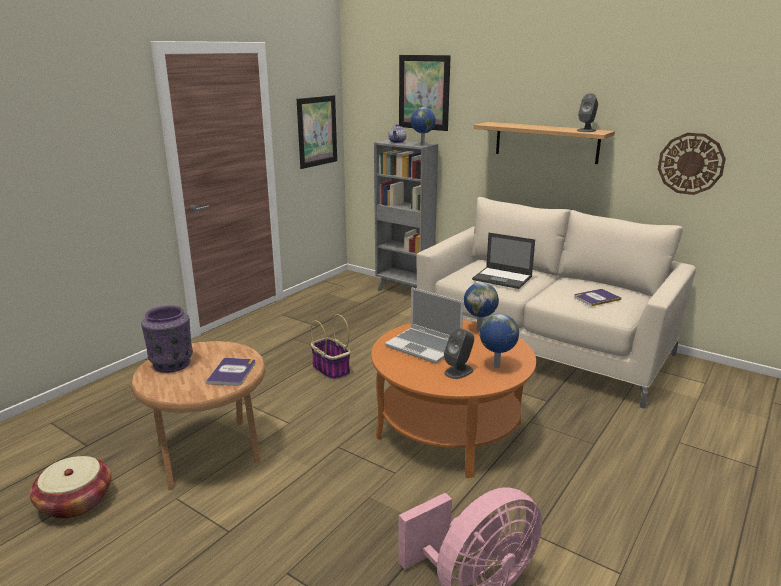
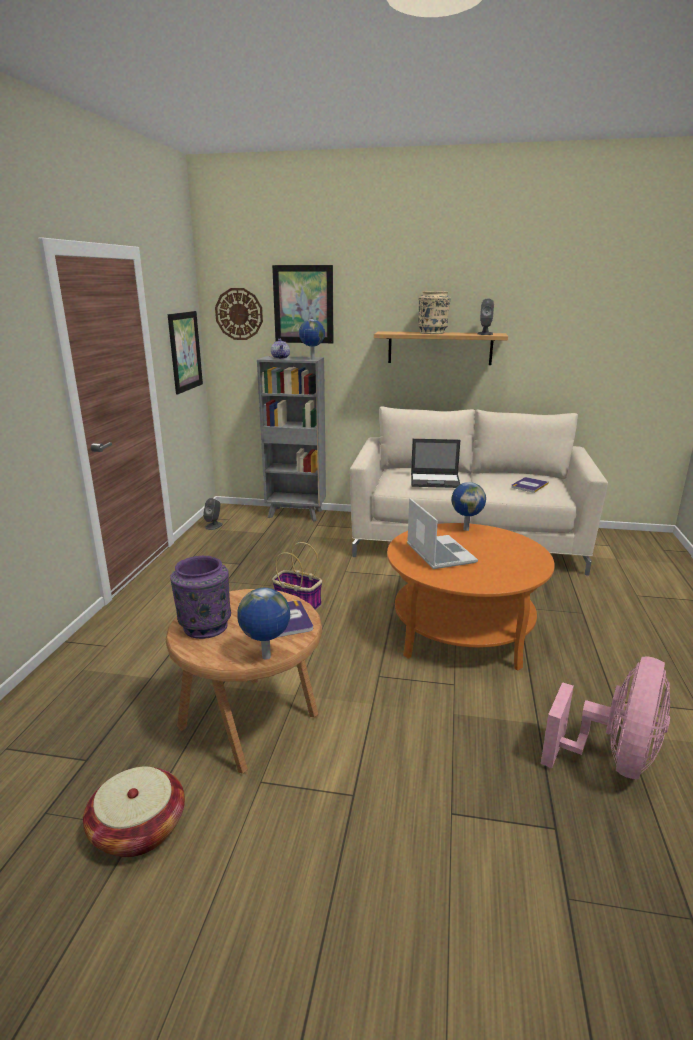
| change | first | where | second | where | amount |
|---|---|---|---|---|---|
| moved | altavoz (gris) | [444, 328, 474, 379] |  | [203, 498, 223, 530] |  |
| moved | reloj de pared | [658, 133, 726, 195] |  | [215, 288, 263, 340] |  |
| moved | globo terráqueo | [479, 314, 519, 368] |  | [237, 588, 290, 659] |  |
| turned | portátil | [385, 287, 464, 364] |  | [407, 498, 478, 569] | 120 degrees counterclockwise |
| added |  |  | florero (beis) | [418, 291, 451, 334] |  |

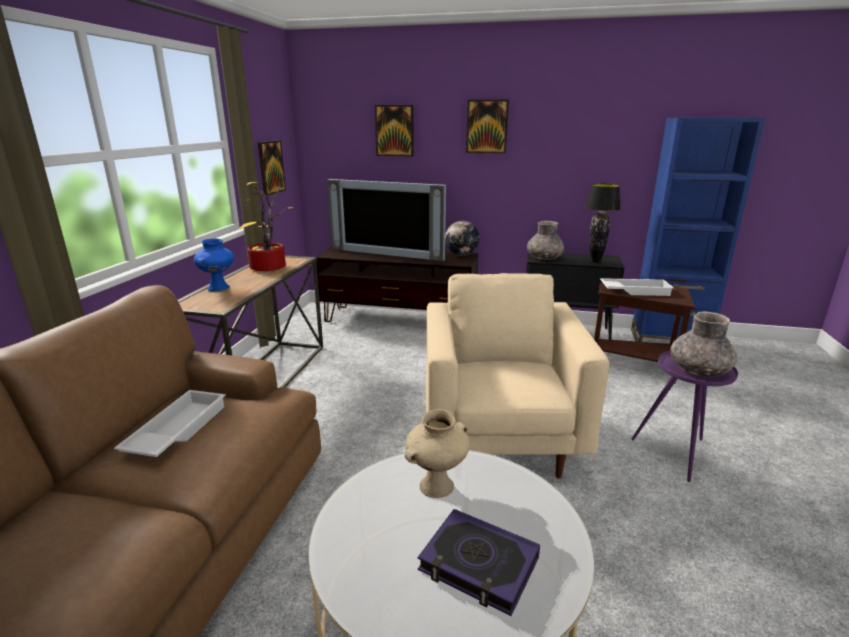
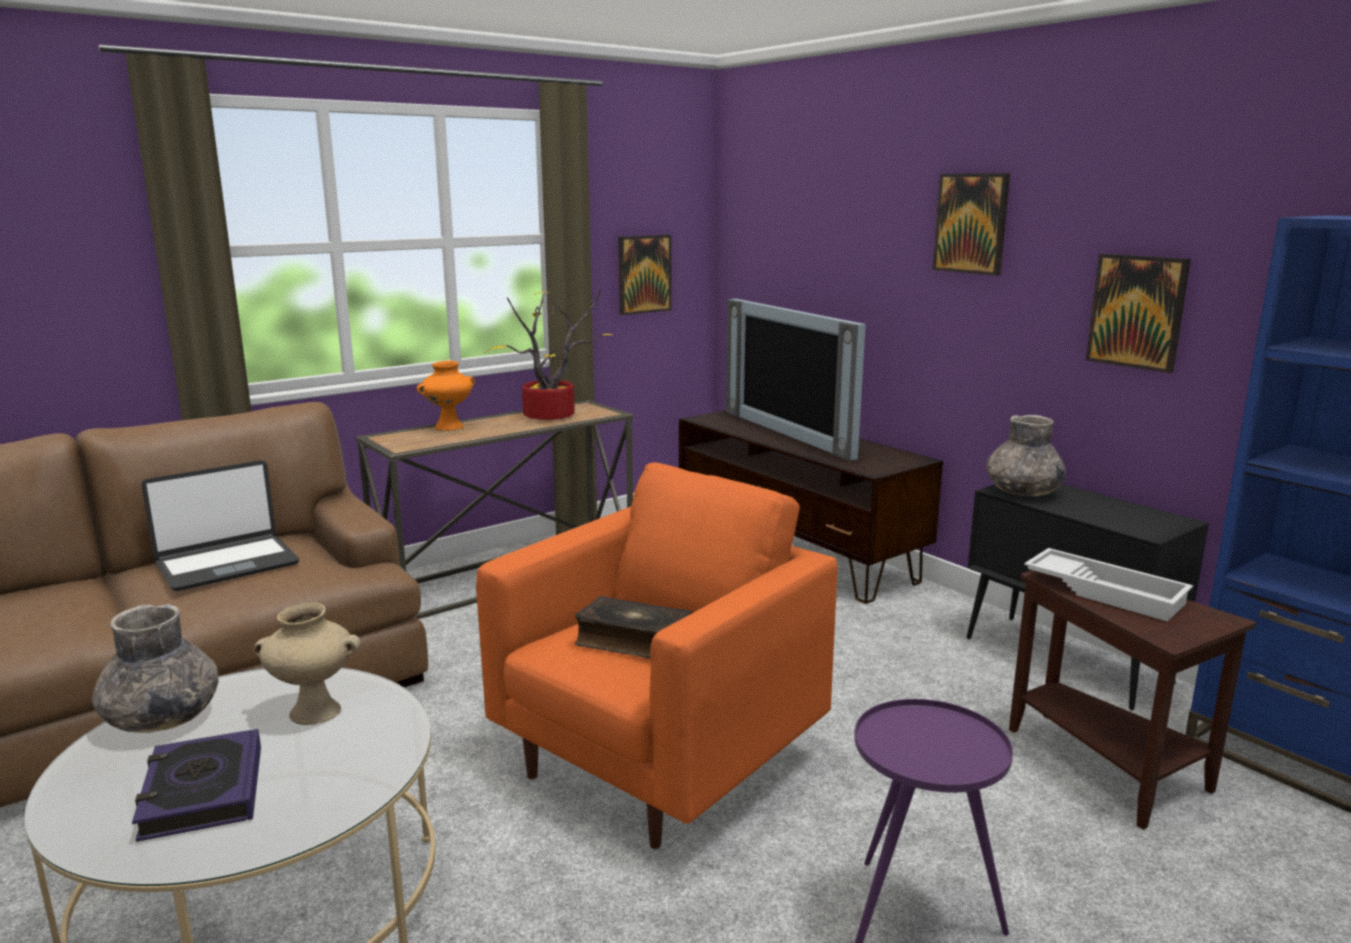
| change | first | where | second | where | amount |
|---|---|---|---|---|---|
| moved | florero (gris) | [670, 311, 737, 377] |  | [92, 604, 219, 733] |  |
| replaced | bandeja (blanco) | [114, 390, 226, 457] | portátil | [141, 460, 299, 591] |  |
| recoloured | florero (azul) | [194, 238, 234, 291] | florero (naranja) | [417, 361, 475, 431] |  |
| recoloured | sillón (beis) | [426, 273, 609, 478] | sillón (naranja) | [476, 463, 838, 849] |  |
| added |  |  | libro | [575, 596, 693, 658] |  |
| moved | cuadro | [375, 105, 414, 157] |  | [1086, 253, 1191, 373] |  |
| removed | globo terráqueo | [445, 221, 480, 256] |  |  |  |
| removed | lámpara de mesa (negro) | [584, 183, 621, 263] |  |  |  |

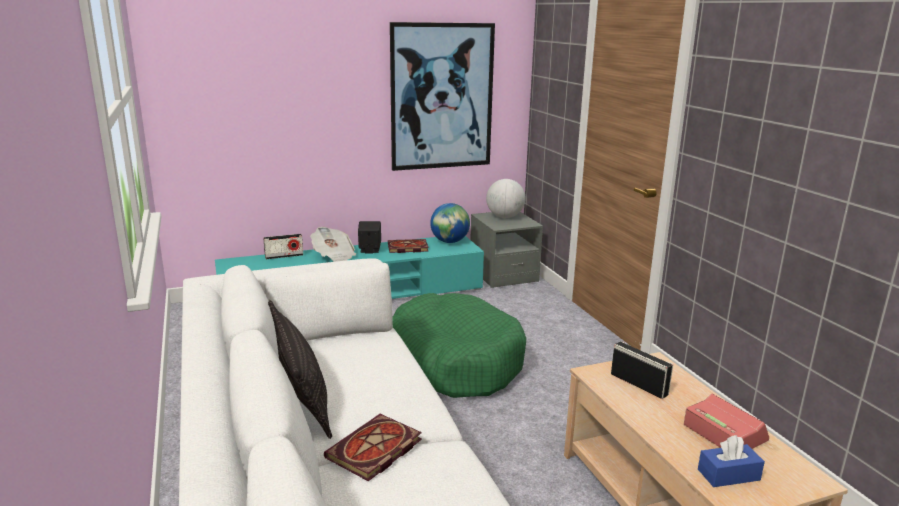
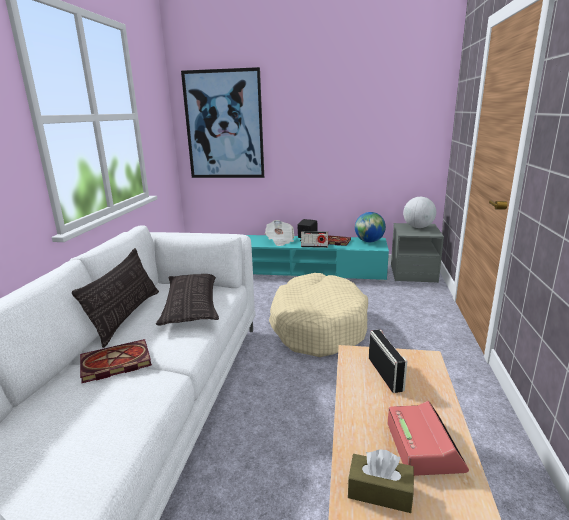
| change | first | where | second | where | amount |
|---|---|---|---|---|---|
| added |  |  | cojín | [156, 274, 219, 325] |  |
| moved | cuadro | [390, 22, 495, 171] |  | [181, 67, 264, 178] |  |
| recoloured | cama para perro (verde) | [392, 293, 526, 398] | cama para perro (beis) | [269, 273, 368, 357] |  |
| moved | radio | [263, 234, 303, 259] |  | [301, 231, 328, 248] |  |
| recoloured | caja de pañuelos (azul) | [698, 435, 765, 487] | caja de pañuelos (marrón) | [348, 449, 414, 513] |  |

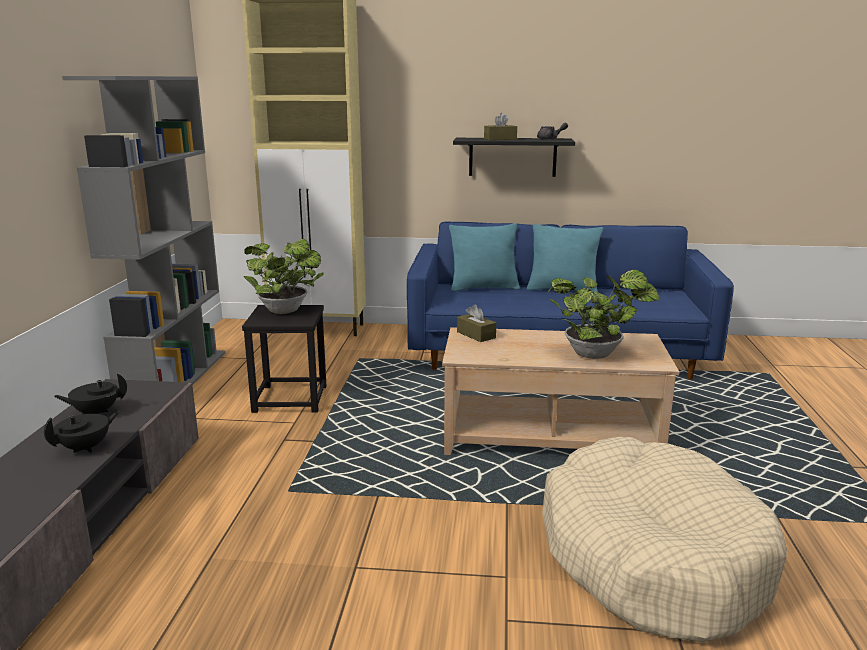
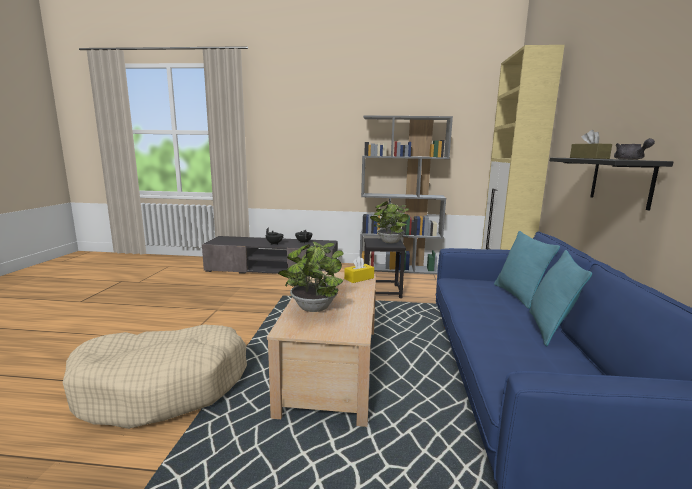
| change | first | where | second | where | amount |
|---|---|---|---|---|---|
| recoloured | caja de pañuelos (marrón) | [457, 304, 496, 342] | caja de pañuelos (amarillo) | [344, 256, 374, 283] |  |

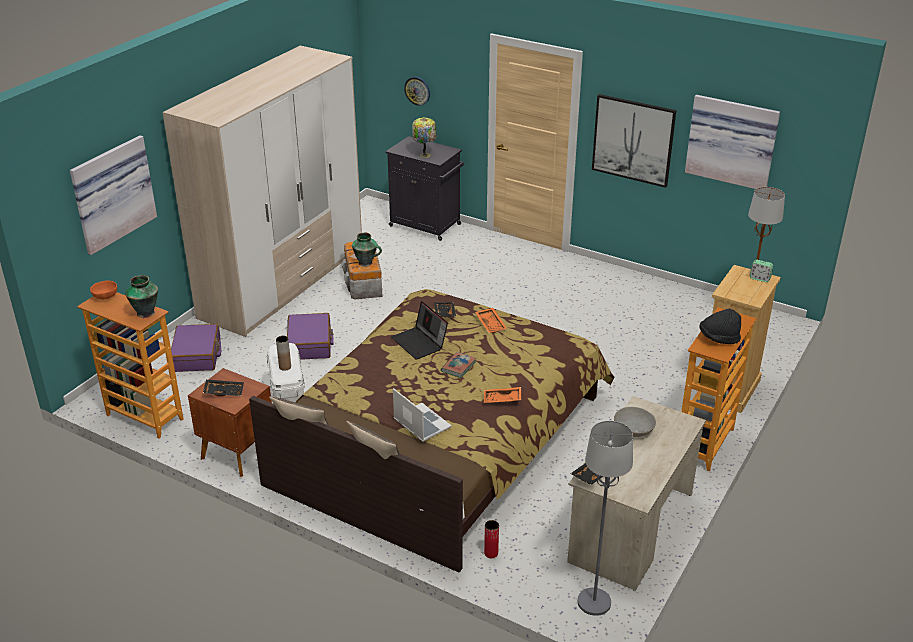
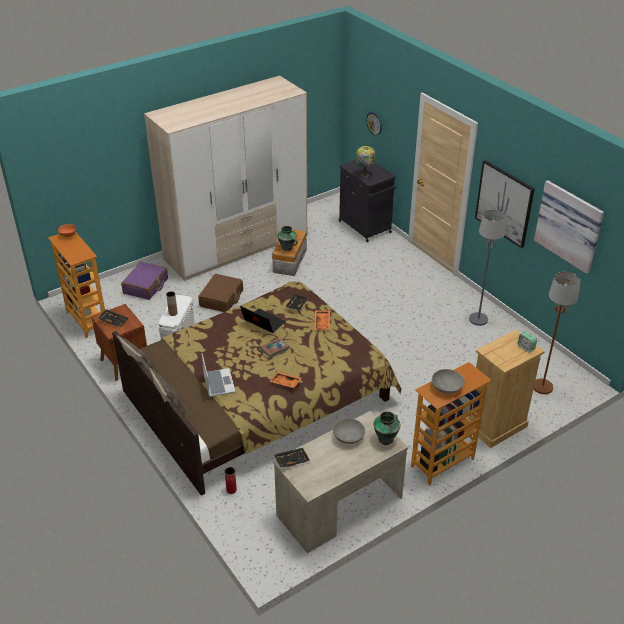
| change | first | where | second | where | amount |
|---|---|---|---|---|---|
| recoloured | maleta (morado) | [287, 313, 334, 360] | maleta (marrón) | [198, 274, 243, 312] |  |
| turned | portátil | [391, 301, 448, 360] |  | [240, 306, 286, 333] | 135 degrees clockwise |
| moved | florero | [125, 275, 158, 318] |  | [374, 411, 401, 445] |  |
| replaced | sombrero (negro) | [699, 309, 741, 344] | cuenco (gris) | [432, 369, 465, 394] |  |
| moved | lámpara de pie (gris) | [578, 421, 633, 616] |  | [469, 209, 506, 326] |  |
| removed | cuadro | [70, 135, 157, 255] |  |  |  |

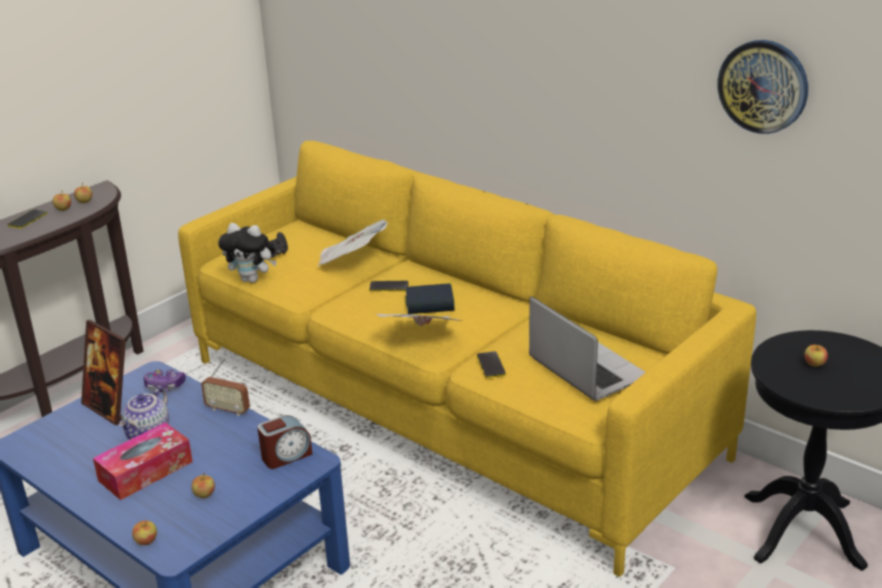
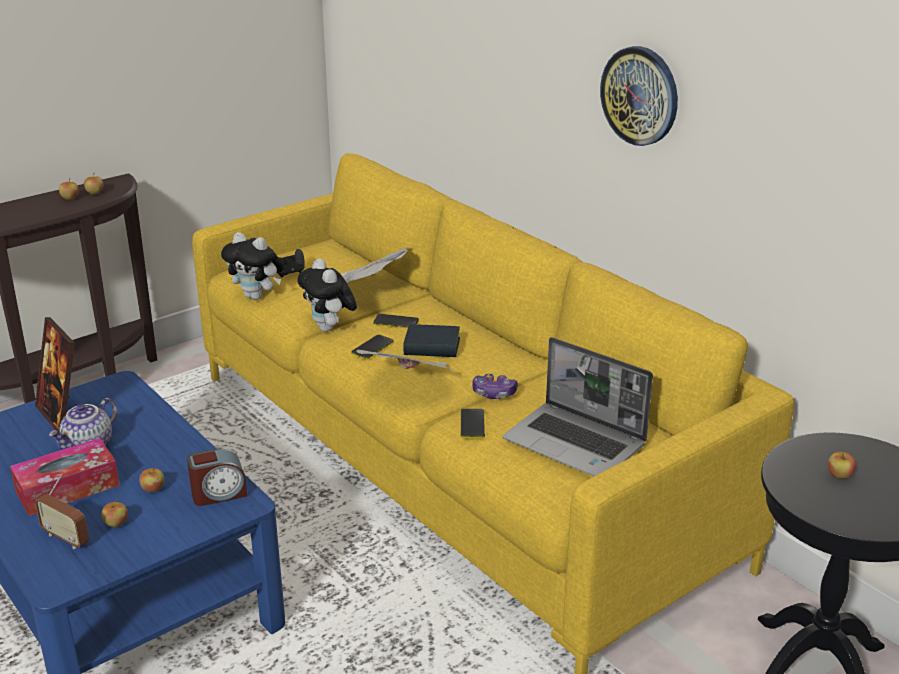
| change | first | where | second | where | amount |
|---|---|---|---|---|---|
| moved | radio | [201, 358, 250, 416] |  | [35, 475, 89, 549] |  |
| moved | manzana | [132, 520, 157, 545] |  | [139, 467, 164, 492] |  |
| added |  |  | peluche | [297, 258, 357, 332] |  |
| moved | móvil | [8, 209, 48, 229] |  | [351, 335, 394, 359] |  |
| moved | mando de consola | [143, 370, 186, 392] |  | [472, 373, 518, 399] |  |
| turned | portátil | [529, 296, 646, 401] |  | [503, 337, 653, 476] | 150 degrees clockwise |
| moved | reloj de pared | [718, 40, 808, 134] |  | [600, 46, 678, 146] |  |

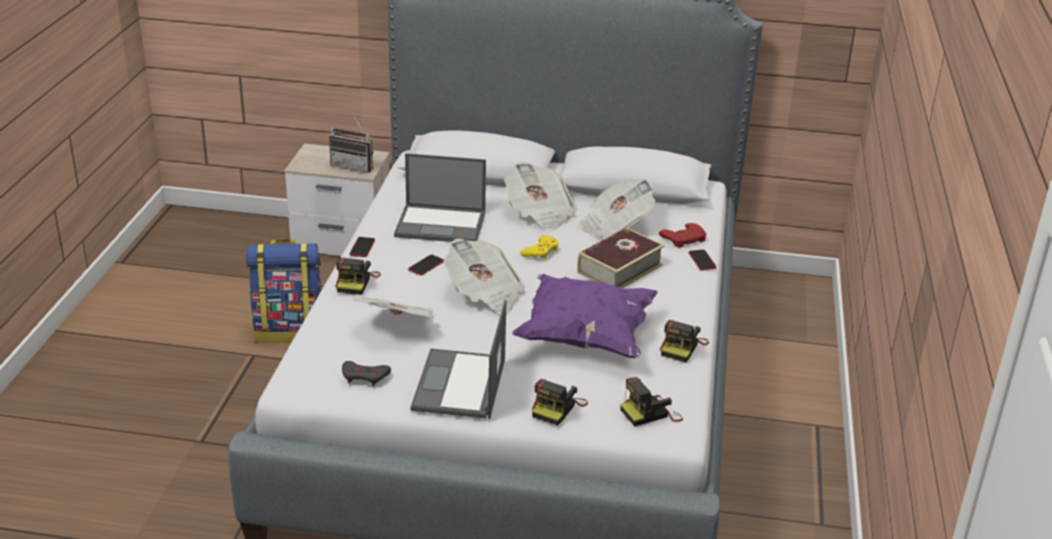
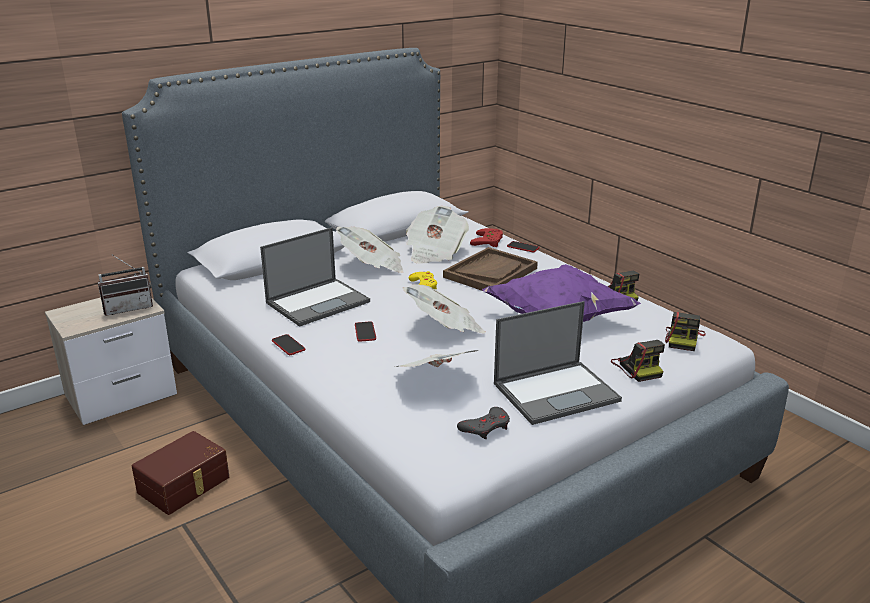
| change | first | where | second | where | amount |
|---|---|---|---|---|---|
| replaced | mochila | [245, 239, 321, 343] | caja de almacenaje (marrón) | [132, 431, 229, 515] |  |
| replaced | libro | [577, 228, 665, 288] | bandeja (marrón) | [443, 247, 538, 291] |  |
| turned | portátil | [411, 300, 506, 419] |  | [494, 301, 622, 425] | 75 degrees counterclockwise |
| removed | cámara | [335, 257, 381, 295] |  |  |  |

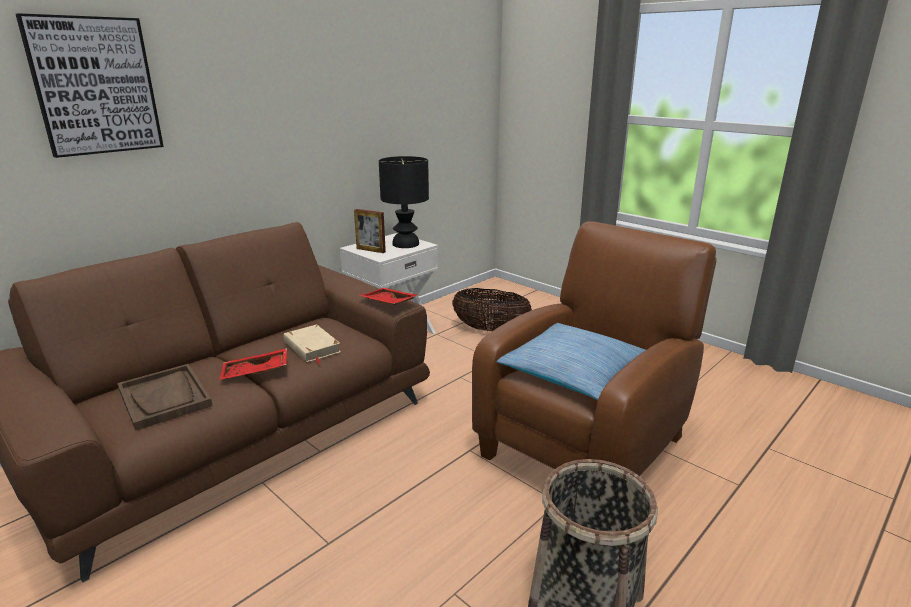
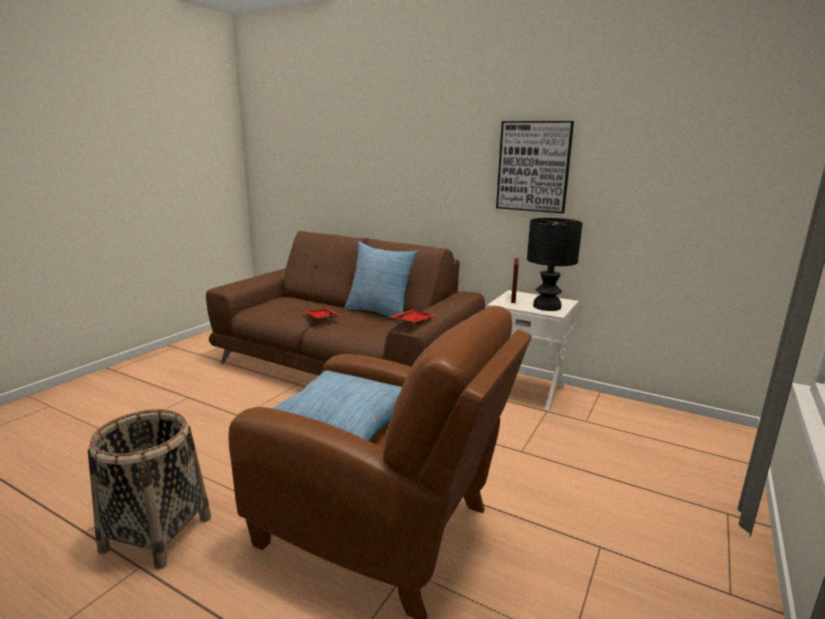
| change | first | where | second | where | amount |
|---|---|---|---|---|---|
| added |  |  | cojín | [344, 241, 419, 323] |  |
| moved | cuadro | [16, 13, 164, 158] |  | [496, 121, 574, 213] |  |
| removed | bandeja (marrón) | [117, 364, 213, 431] |  |  |  |
| removed | libro (beis) | [284, 324, 341, 364] |  |  |  |
| removed | cesta | [452, 288, 532, 332] |  |  |  |

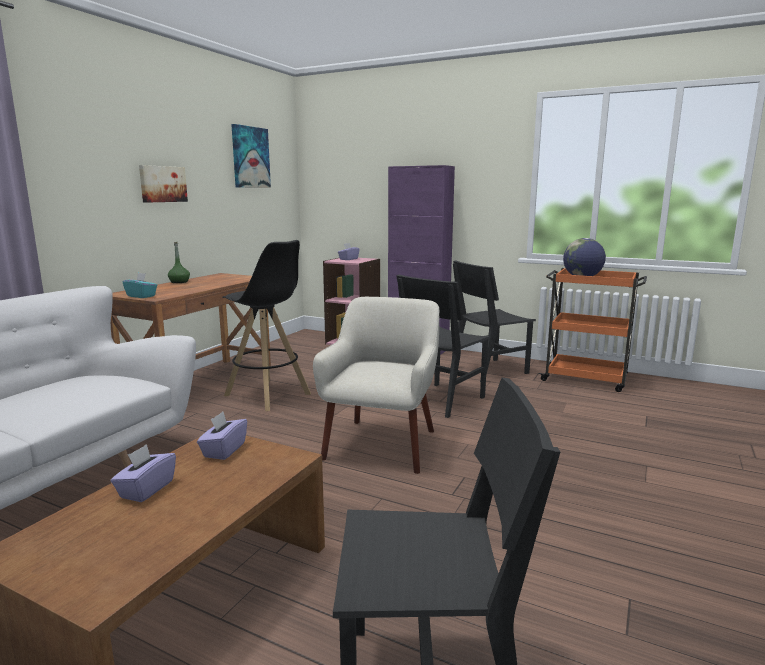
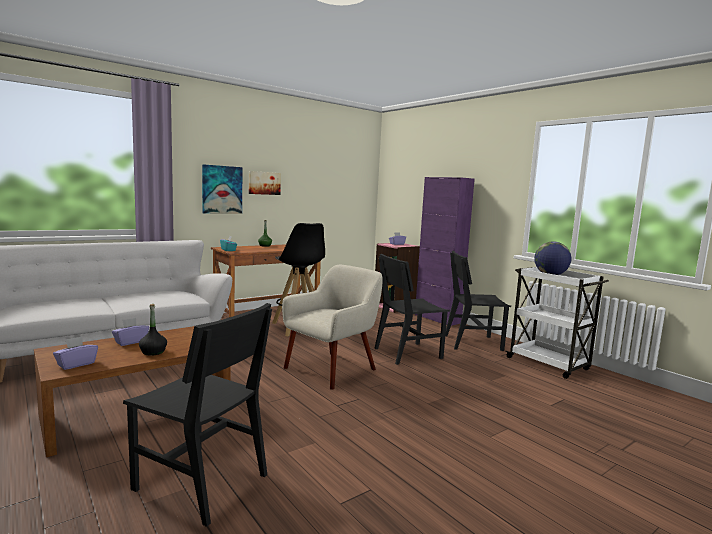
| change | first | where | second | where | amount |
|---|---|---|---|---|---|
| moved | caja de pañuelos (morado) | [197, 412, 247, 460] |  | [53, 336, 98, 370] |  |
| added |  |  | botella (negro) | [139, 304, 167, 356] |  |
| moved | cuadro | [231, 124, 271, 188] |  | [202, 164, 242, 214] |  |
| recoloured | carrito (naranja) | [538, 268, 647, 392] | carrito (blanco) | [506, 267, 609, 379] |  |

